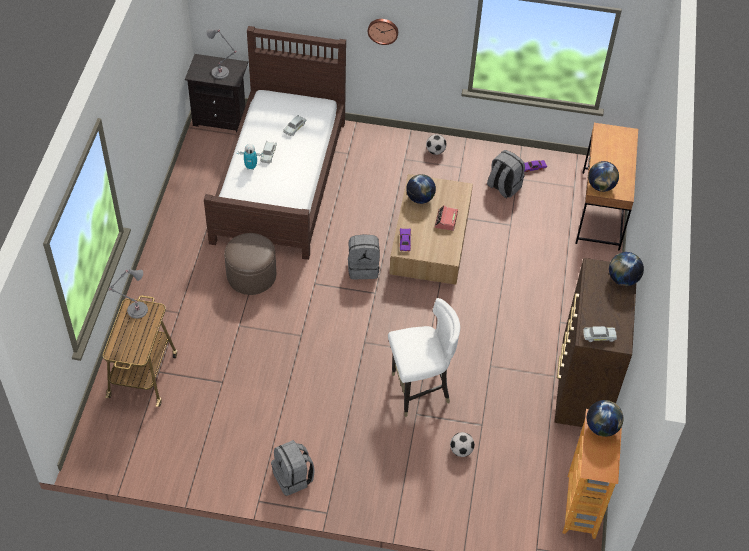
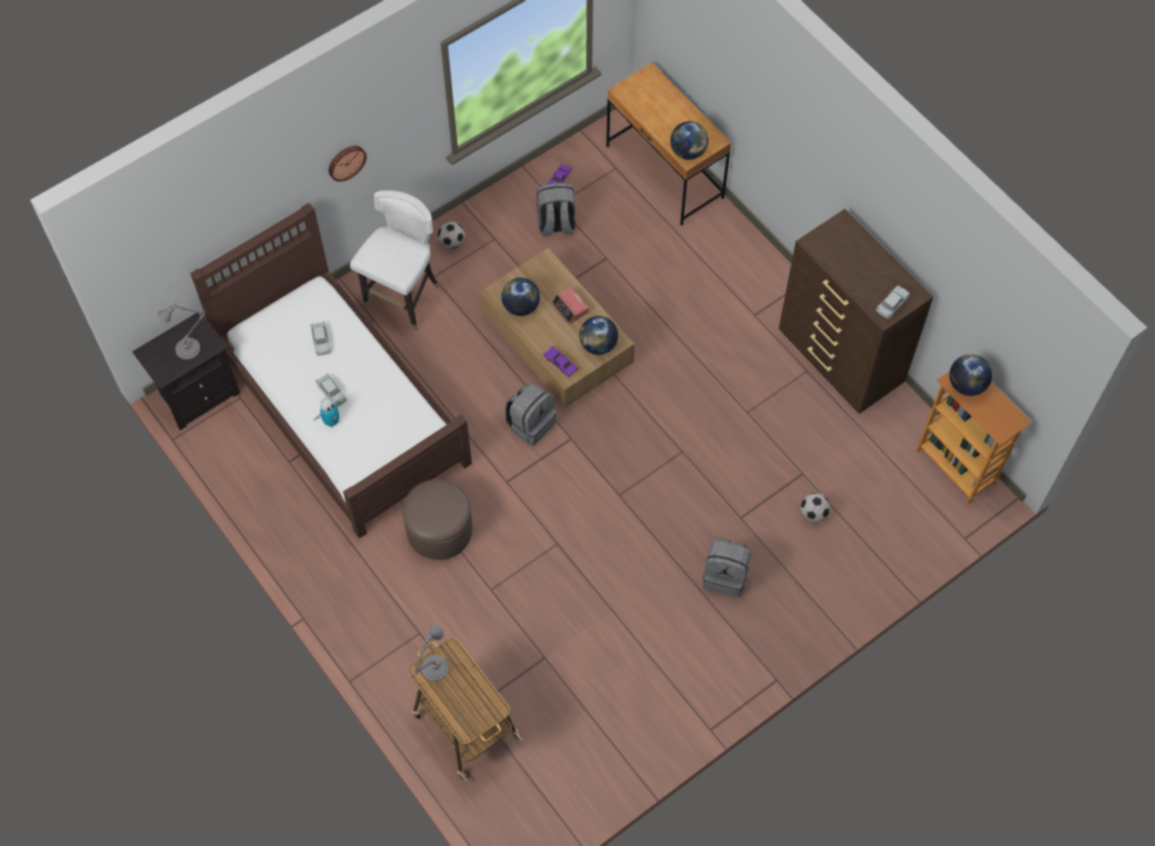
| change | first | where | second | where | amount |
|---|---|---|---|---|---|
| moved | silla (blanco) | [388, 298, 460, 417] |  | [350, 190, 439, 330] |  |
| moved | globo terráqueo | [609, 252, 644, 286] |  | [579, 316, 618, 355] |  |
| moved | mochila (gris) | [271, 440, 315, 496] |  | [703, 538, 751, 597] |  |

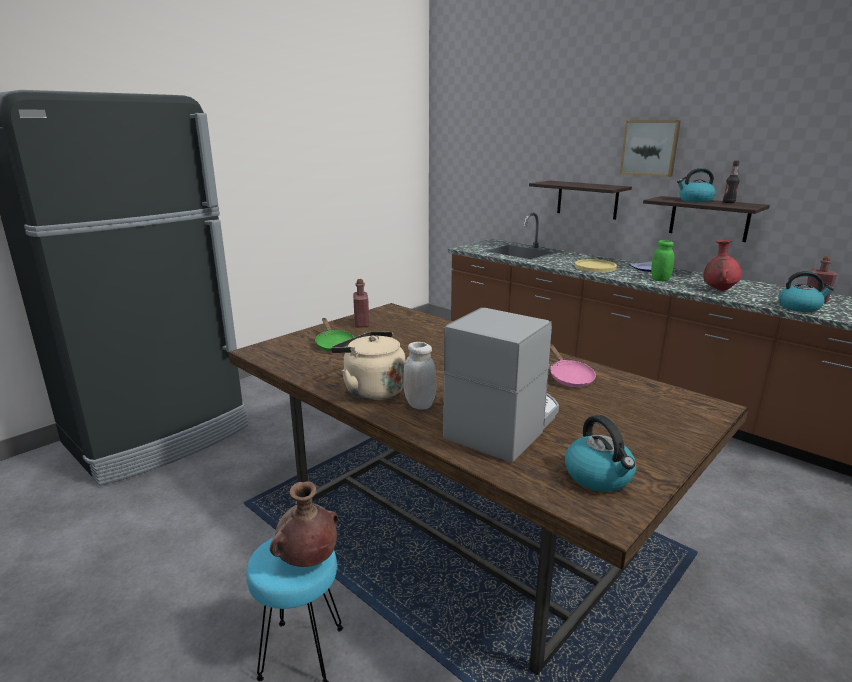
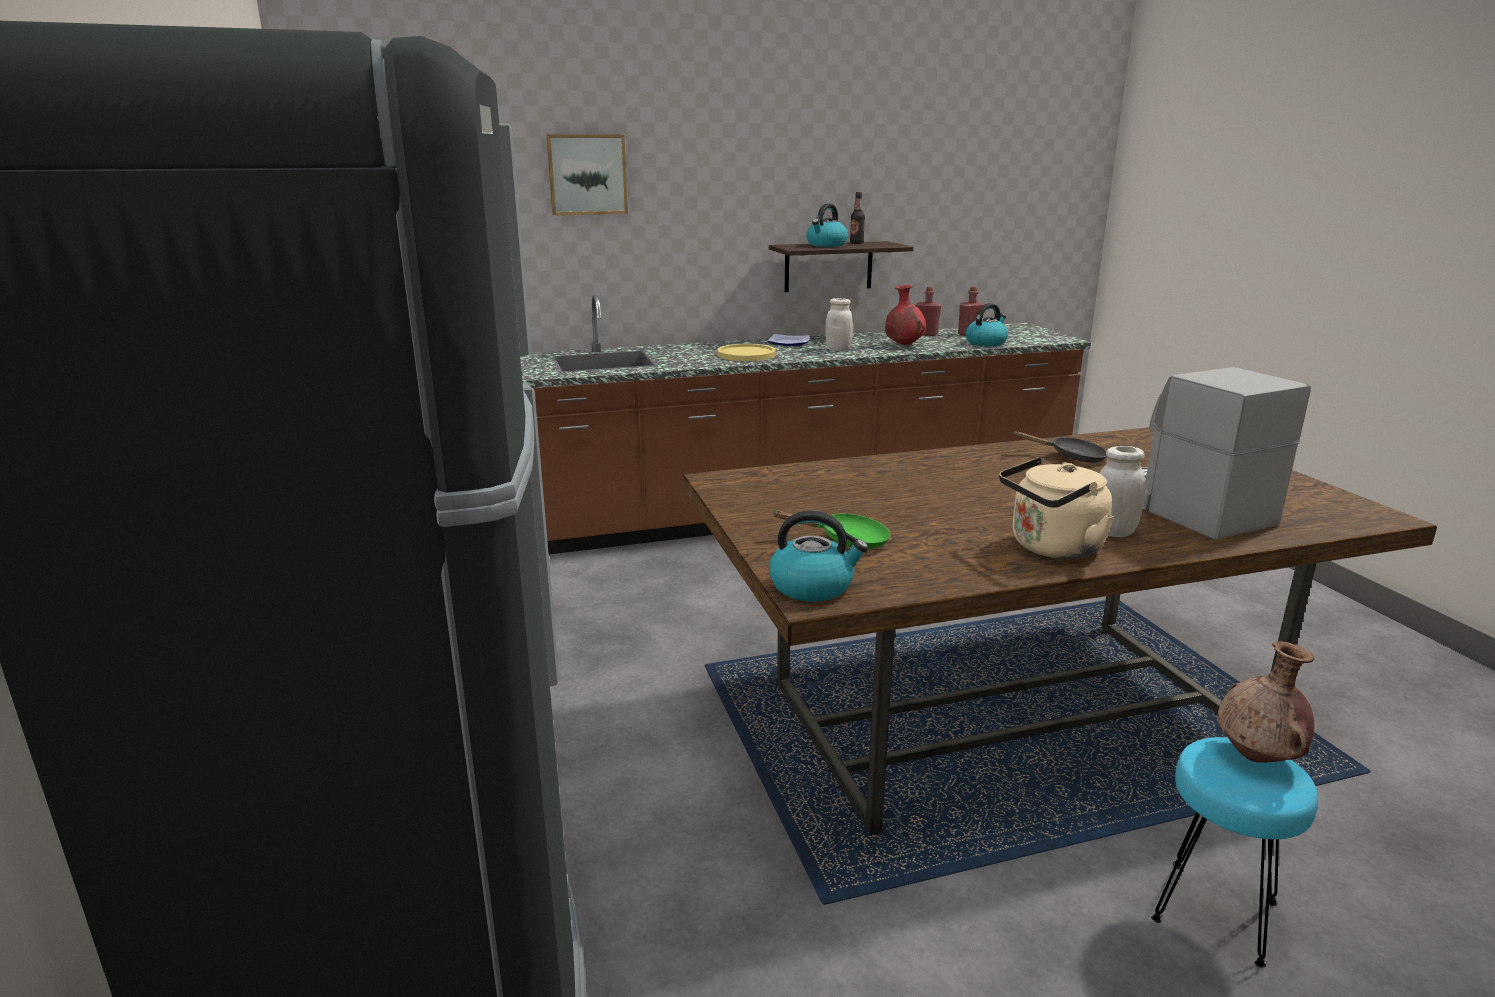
| change | first | where | second | where | amount |
|---|---|---|---|---|---|
| moved | cuadro | [620, 120, 681, 177] |  | [546, 134, 628, 215] |  |
| moved | hervidor | [565, 415, 636, 492] |  | [769, 511, 868, 602] |  |
| recoloured | tarro (verde) | [651, 240, 674, 281] | tarro (blanco) | [825, 298, 853, 351] |  |
| moved | botella (rojo) | [353, 279, 369, 328] |  | [916, 287, 941, 336] |  |
| recoloured | sartén (rosa) | [550, 344, 596, 387] | sartén (negro) | [1012, 431, 1107, 463] |  |
| removed | estante | [529, 181, 632, 220] |  |  |  |

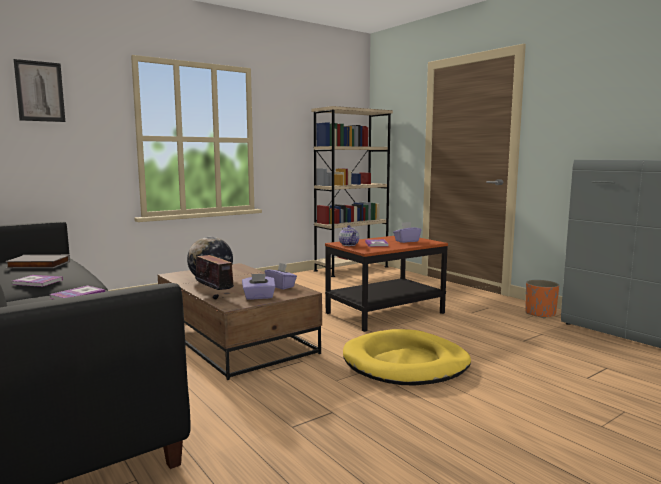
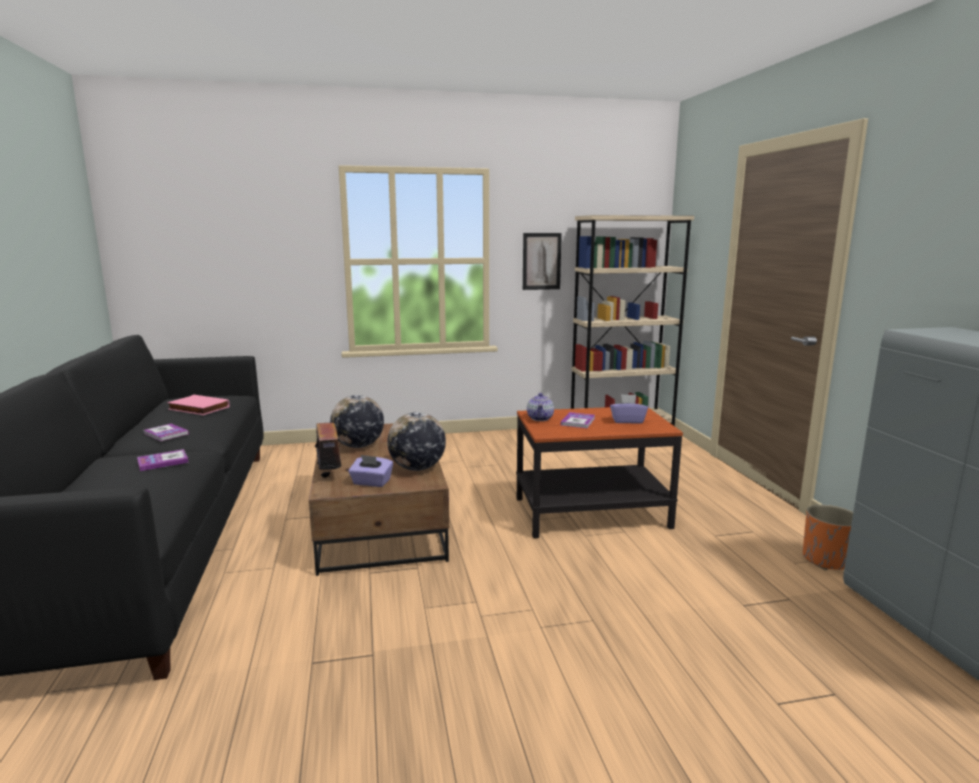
| change | first | where | second | where | amount |
|---|---|---|---|---|---|
| recoloured | libro (gris) | [5, 255, 70, 268] | libro (rosa) | [167, 395, 230, 415] |  |
| replaced | caja de pañuelos (morado) | [265, 262, 297, 289] | globo terráqueo | [387, 412, 446, 471] |  |
| moved | cuadro | [14, 59, 65, 122] |  | [523, 233, 562, 290] |  |
| removed | cama para perro (amarillo) | [343, 329, 471, 386] |  |  |  |

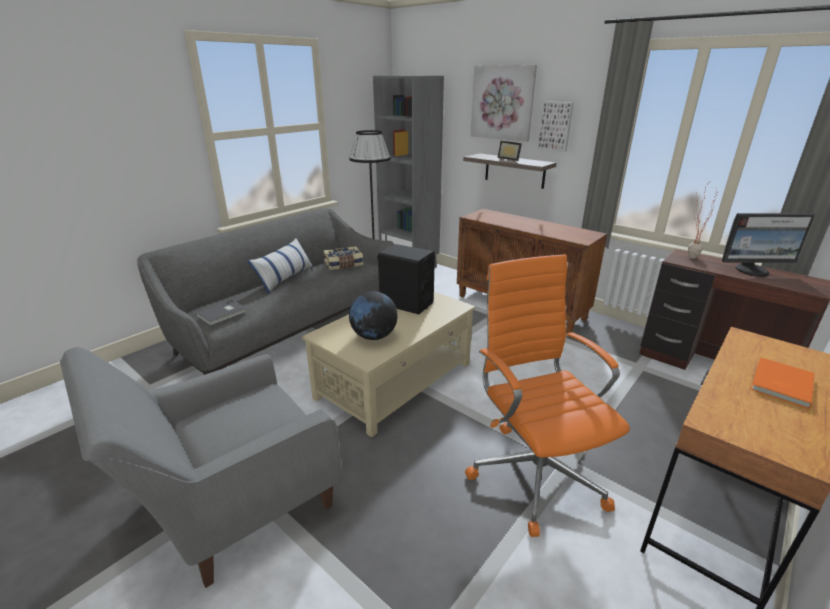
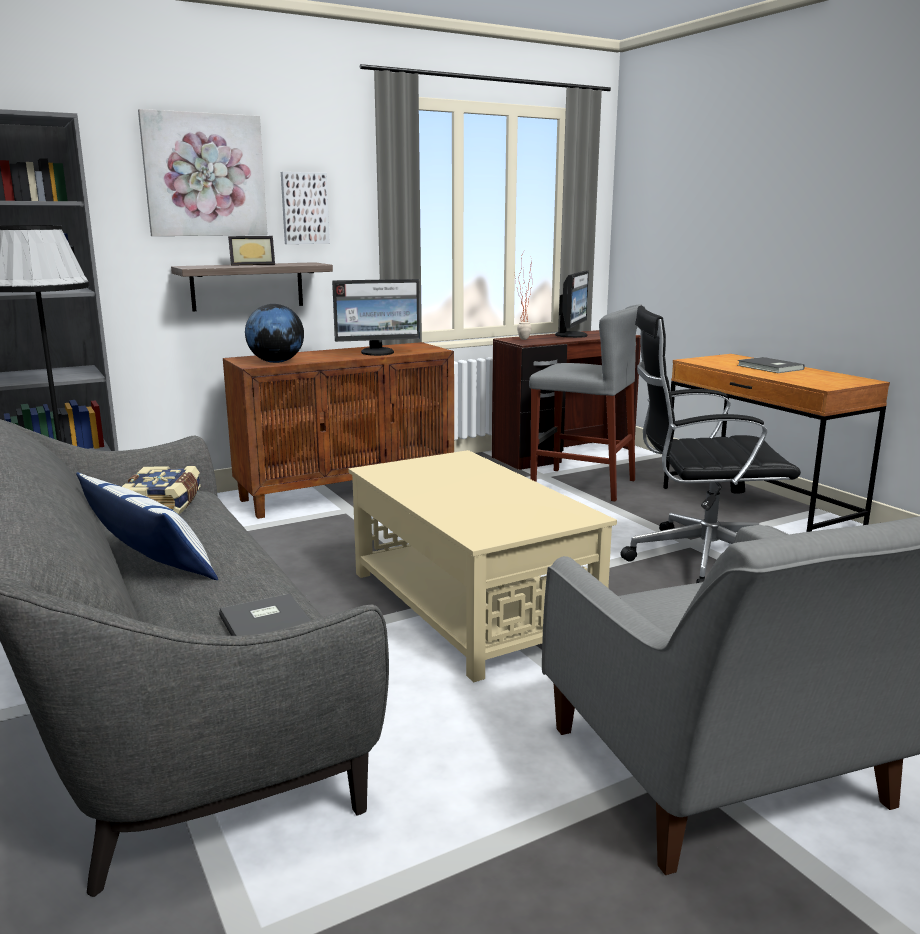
| change | first | where | second | where | amount |
|---|---|---|---|---|---|
| moved | globo terráqueo | [349, 291, 398, 340] |  | [245, 304, 304, 363] |  |
| added |  |  | monitor | [332, 279, 420, 356] |  |
| added |  |  | taburete (gris) | [529, 304, 643, 502] |  |
| recoloured | silla de oficina (naranja) | [465, 254, 630, 537] | silla de oficina (negro) | [620, 306, 801, 583] |  |
| recoloured | libro (naranja) | [751, 357, 814, 409] | libro (gris) | [737, 357, 805, 373] |  |
| removed | altavoz (negro) | [377, 244, 435, 314] |  |  |  |

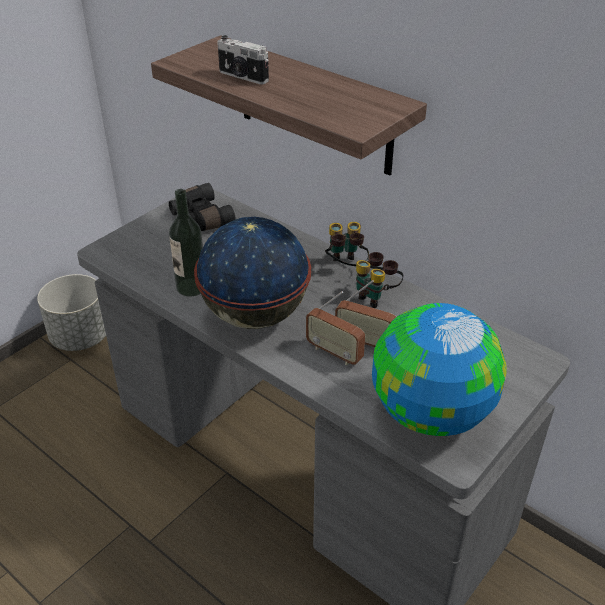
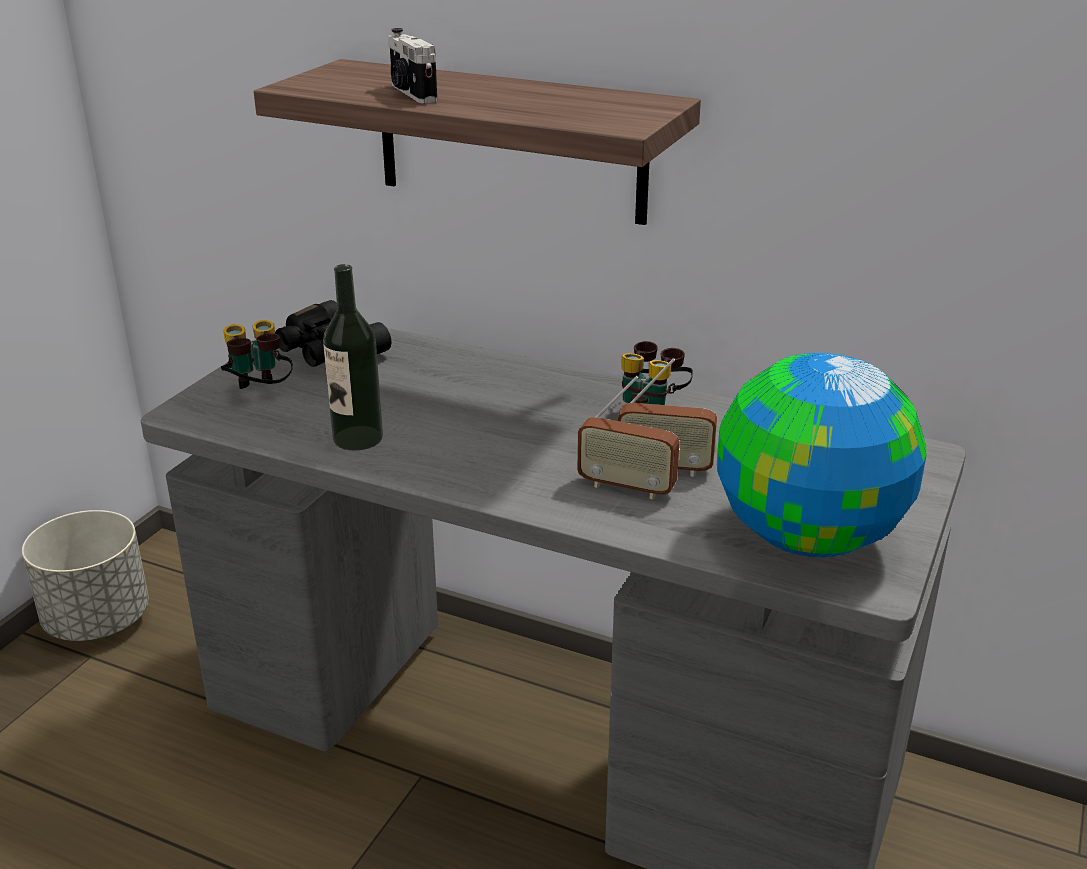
| change | first | where | second | where | amount |
|---|---|---|---|---|---|
| moved | prismáticos | [325, 222, 369, 266] |  | [221, 320, 293, 389] |  |
| turned | cámara | [217, 35, 269, 84] |  | [388, 28, 437, 103] | 45 degrees clockwise |
| removed | globo terráqueo | [194, 217, 311, 329] |  |  |  |

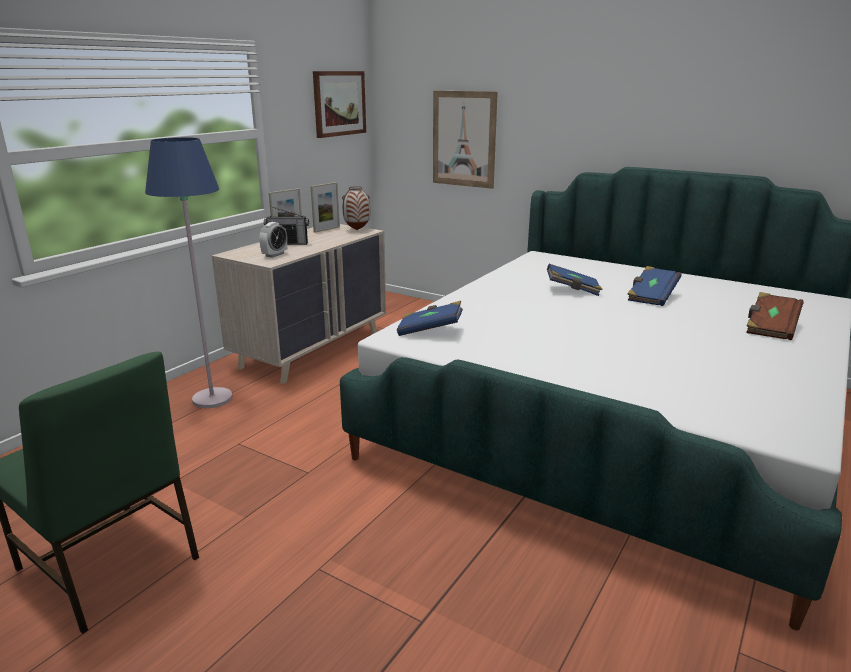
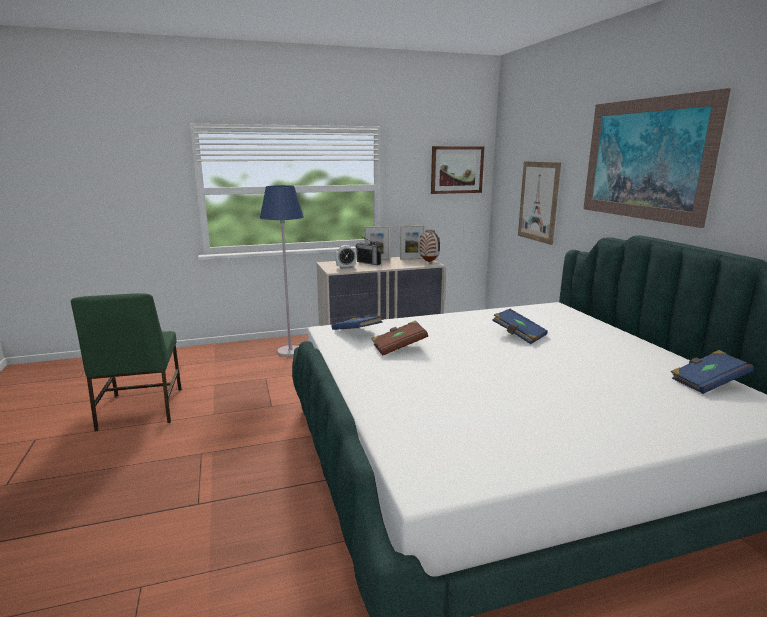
| change | first | where | second | where | amount |
|---|---|---|---|---|---|
| moved | libro (marrón) | [746, 292, 803, 340] |  | [372, 320, 428, 356] |  |
| added |  |  | cuadro | [584, 88, 731, 228] |  |
| moved | libro (azul) | [627, 266, 681, 306] |  | [671, 350, 754, 394] |  |

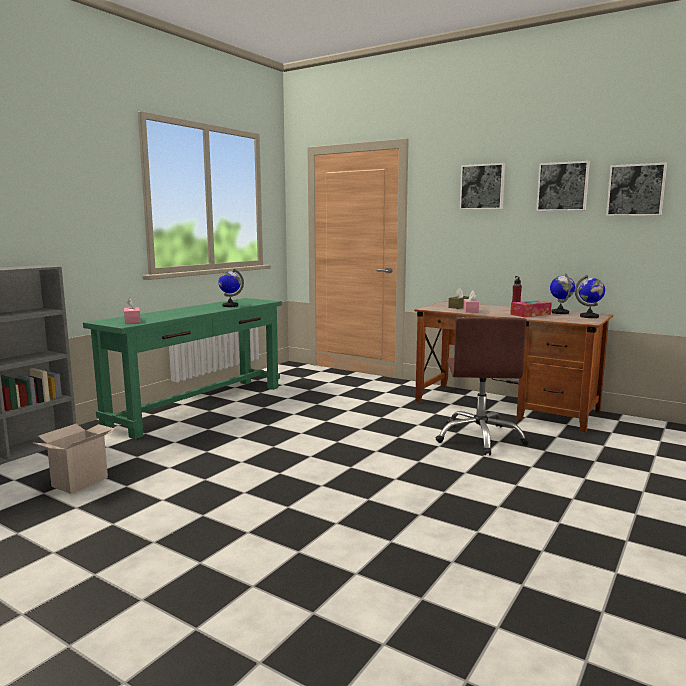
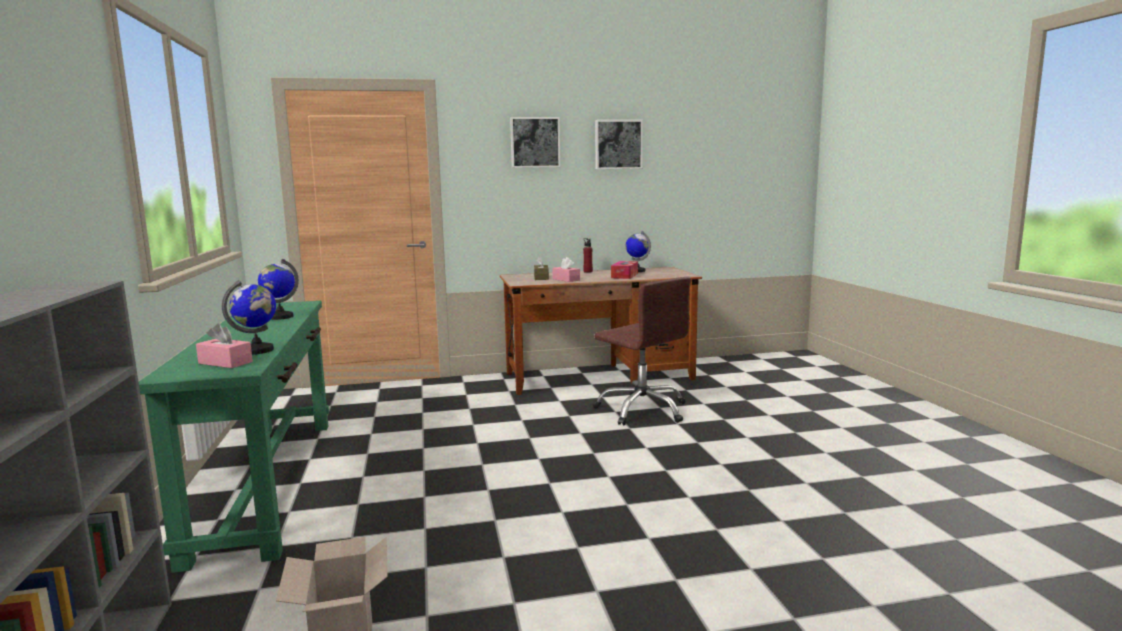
| change | first | where | second | where | amount |
|---|---|---|---|---|---|
| moved | globo terráqueo | [575, 275, 605, 318] |  | [222, 280, 276, 355] |  |
| removed | cuadro | [606, 163, 667, 216] |  |  |  |

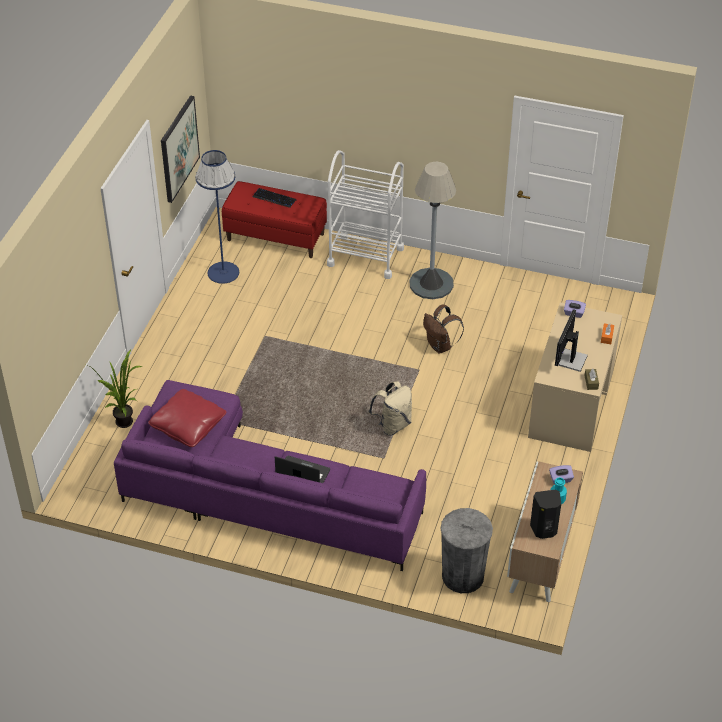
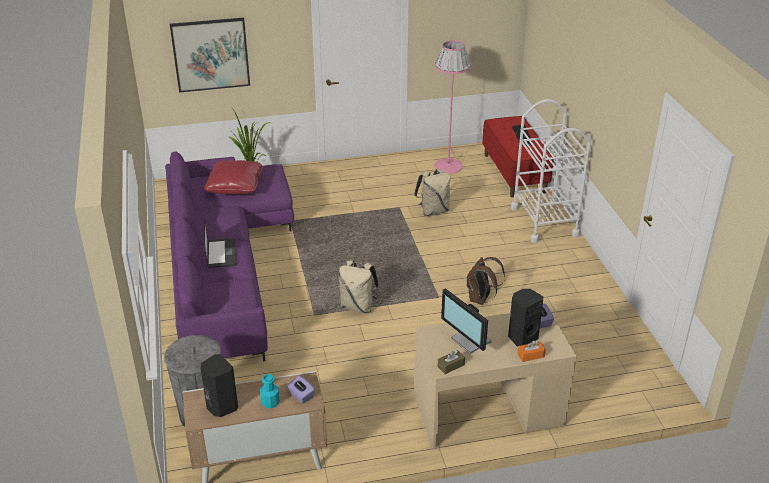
| change | first | where | second | where | amount |
|---|---|---|---|---|---|
| moved | cuadro | [161, 95, 200, 203] |  | [170, 18, 250, 93] |  |
| added |  |  | mochila (beis) | [414, 169, 450, 216] |  |
| recoloured | lámpara de pie (azul) | [195, 150, 239, 284] | lámpara de pie (rosa) | [434, 40, 471, 174] |  |
| turned | monitor | [555, 309, 588, 372] |  | [441, 288, 491, 354] | 120 degrees counterclockwise |
| added |  |  | altavoz (negro) | [508, 289, 543, 346] |  |
| removed | lámpara de pie (gris) | [409, 162, 456, 299] |  |  |  |

